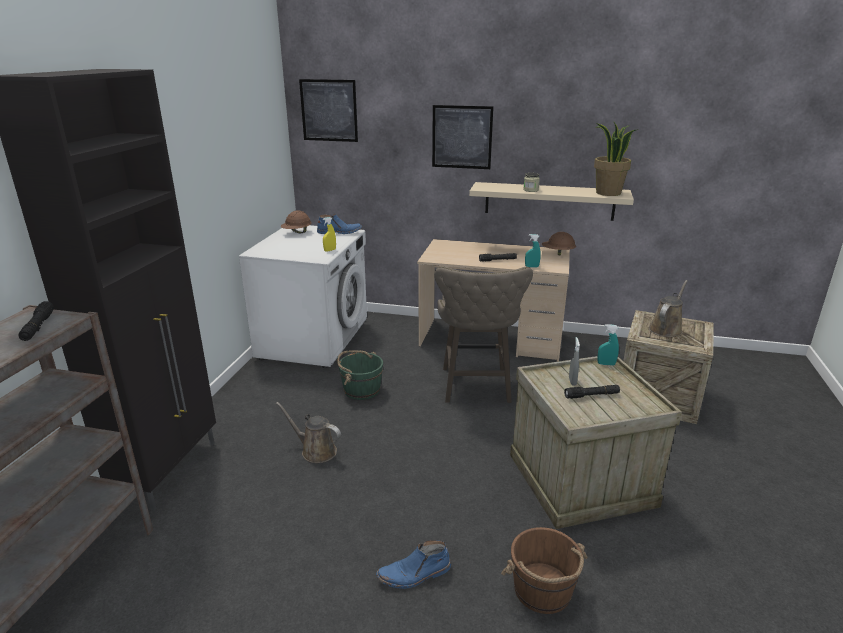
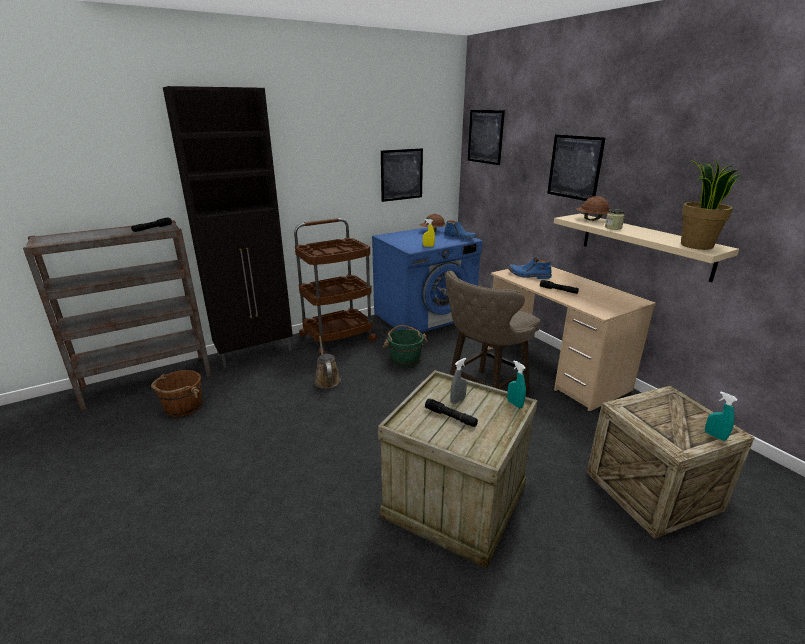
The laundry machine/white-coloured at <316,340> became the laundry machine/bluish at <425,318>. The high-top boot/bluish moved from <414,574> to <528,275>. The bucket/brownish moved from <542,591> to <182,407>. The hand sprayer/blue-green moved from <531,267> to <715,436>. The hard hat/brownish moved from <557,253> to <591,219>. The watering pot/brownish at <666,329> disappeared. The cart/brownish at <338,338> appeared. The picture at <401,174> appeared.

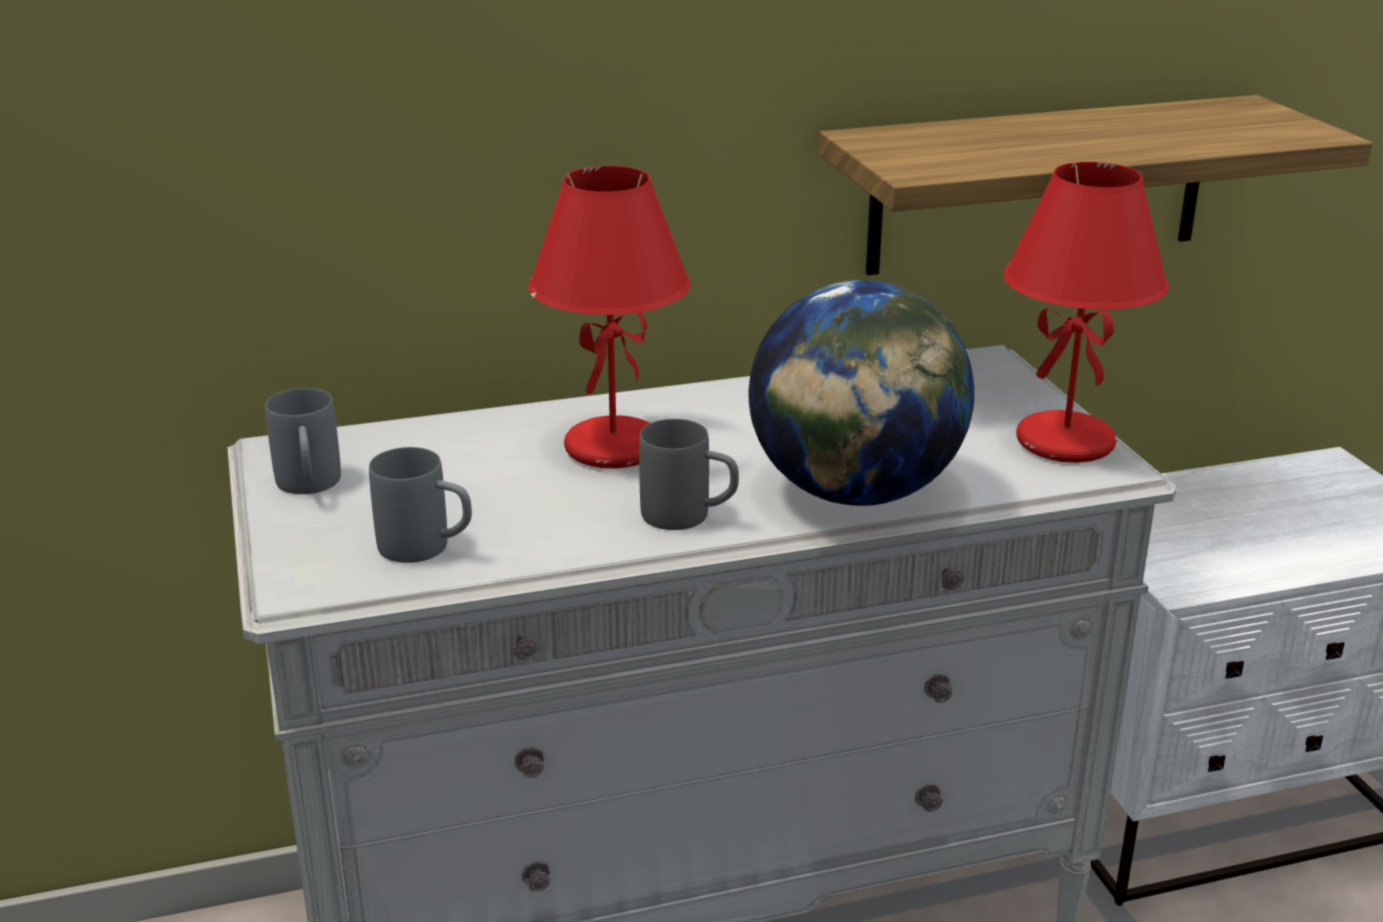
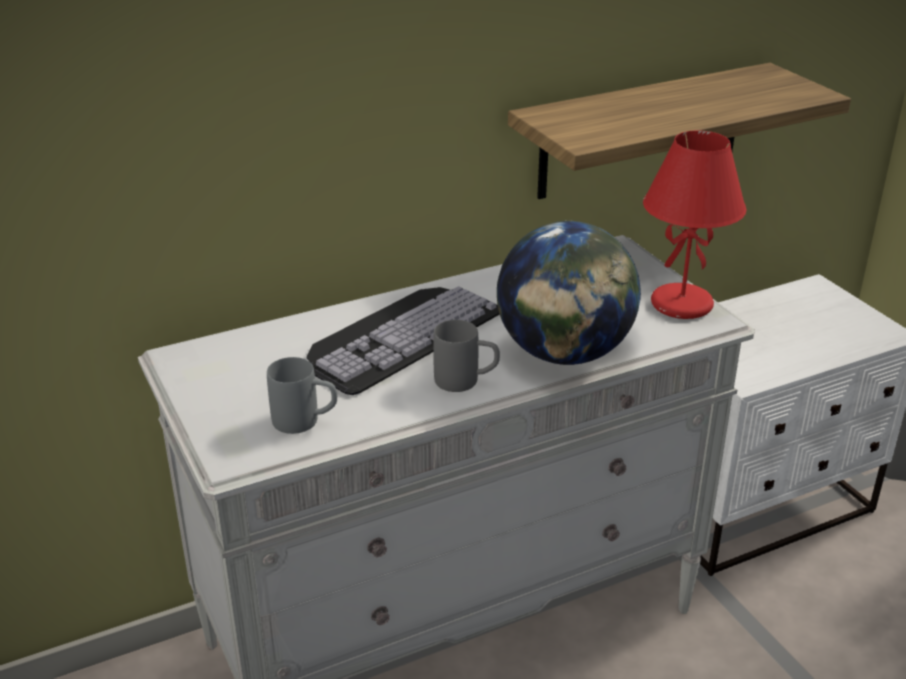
The coffee mug/greyish at <309,487> disappeared. The lamp for a table/red-coloured at <614,447> was replaced by the PC keyboard at <400,334>.

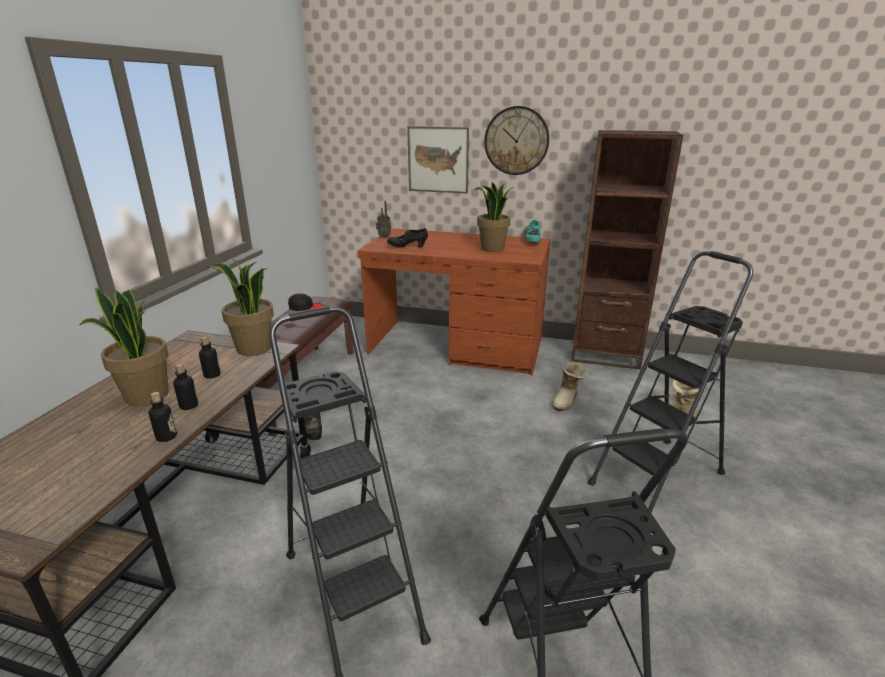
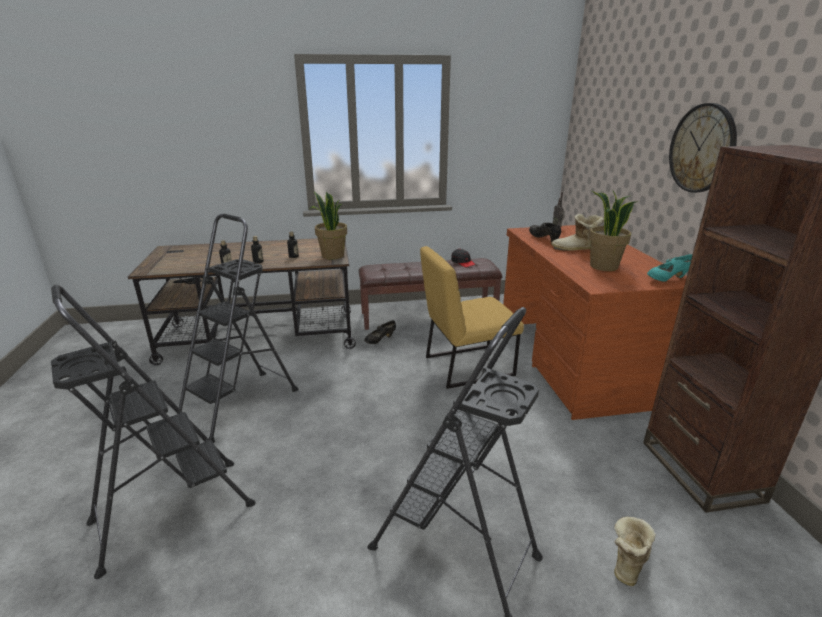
The houseplant at <146,396> disappeared. The picture at <438,160> disappeared. The high-top boot moved from <567,401> to <576,249>. The upright chair/yellow-coloured at <466,366> appeared.

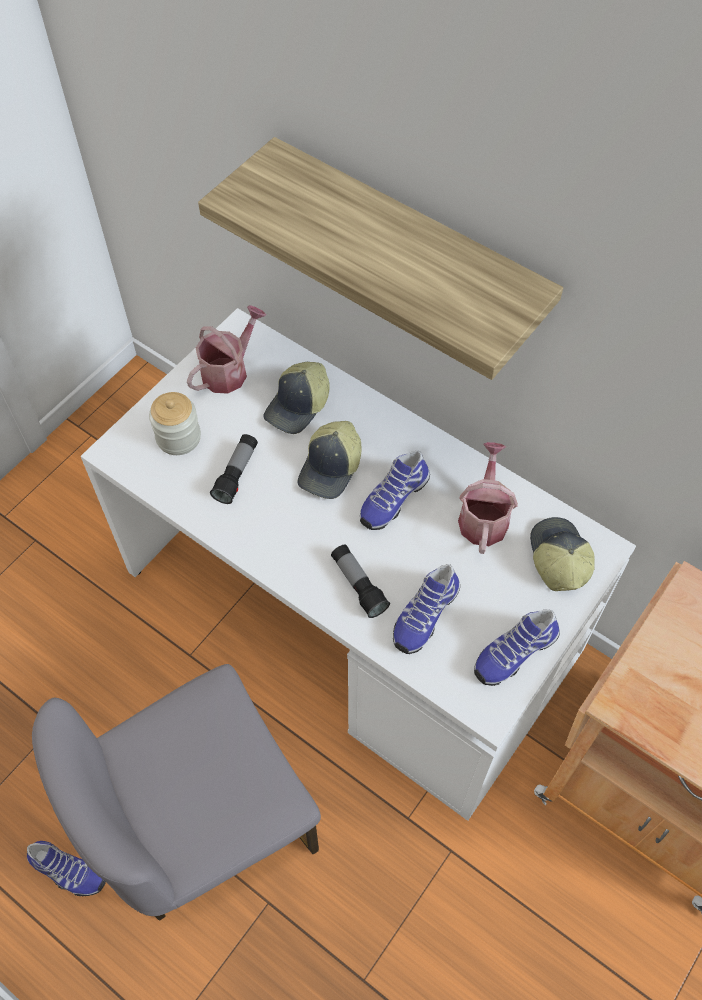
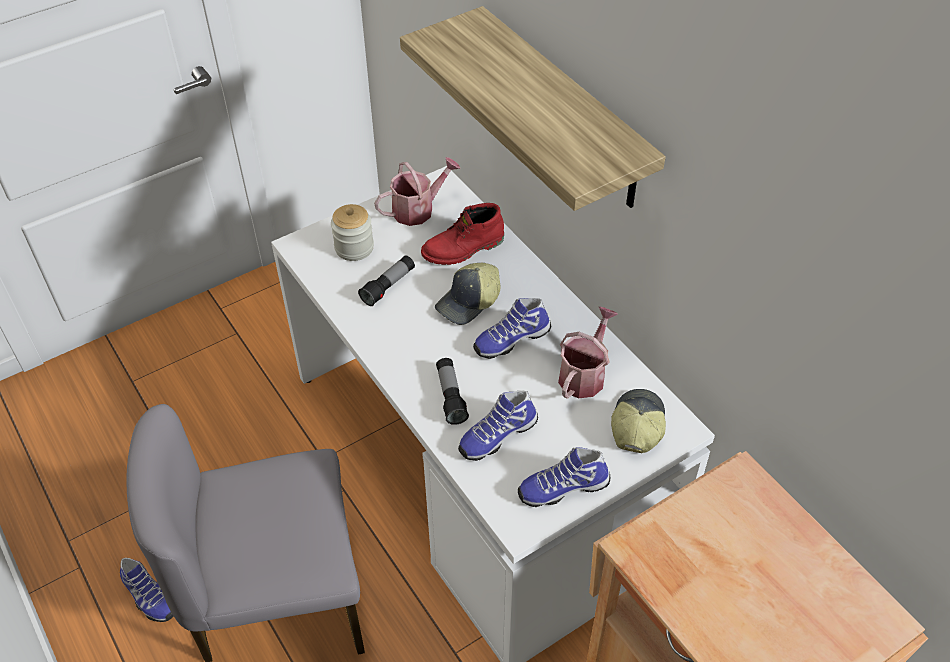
The peaked cap at <299,406> was replaced by the high-top boot/red-coloured at <463,249>.

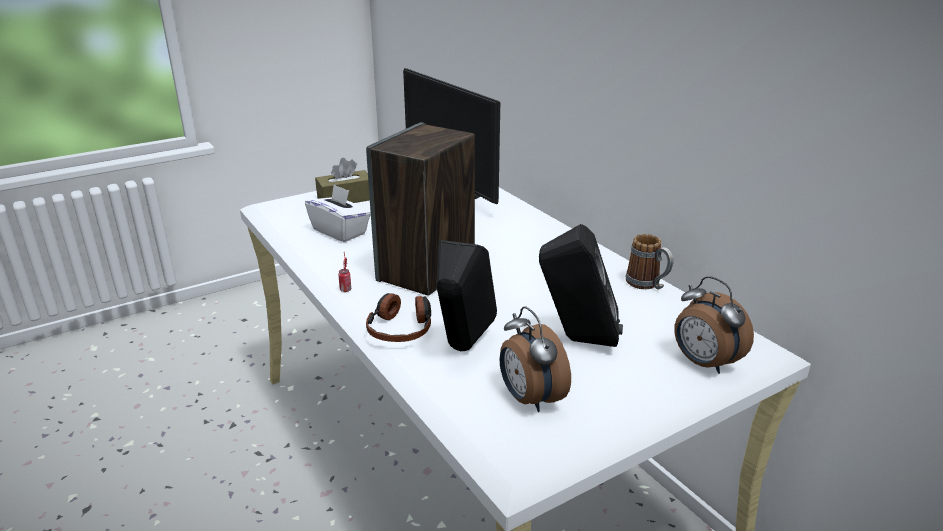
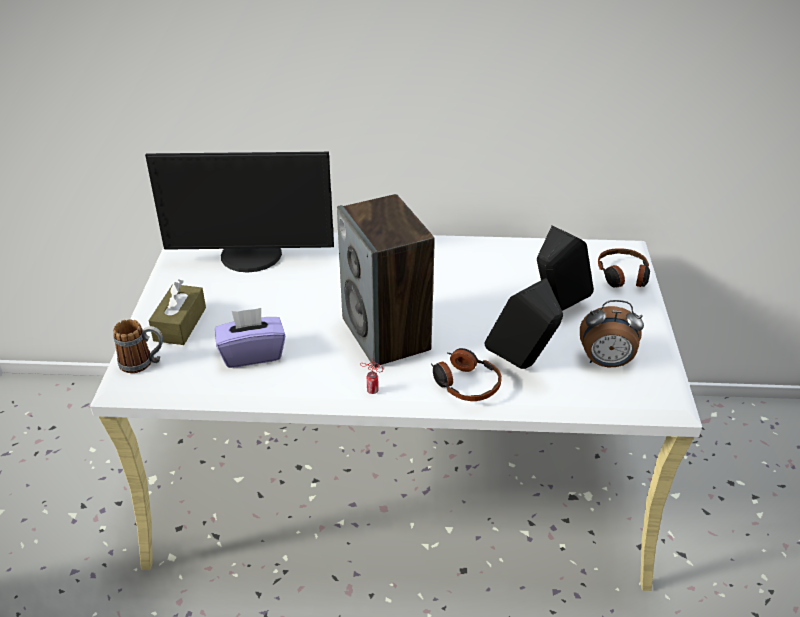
The box of tissues/white-coloured at <340,231> became the box of tissues/purple-coloured at <252,354>. The coffee mug moved from <647,285> to <143,363>. The alarm clock at <703,363> was replaced by the headset at <623,276>.

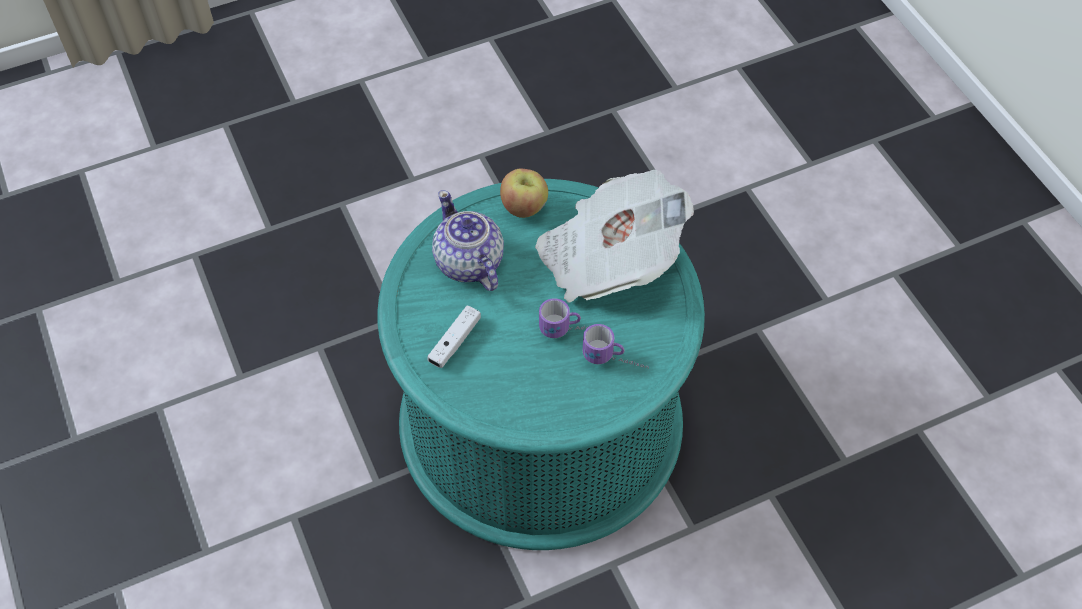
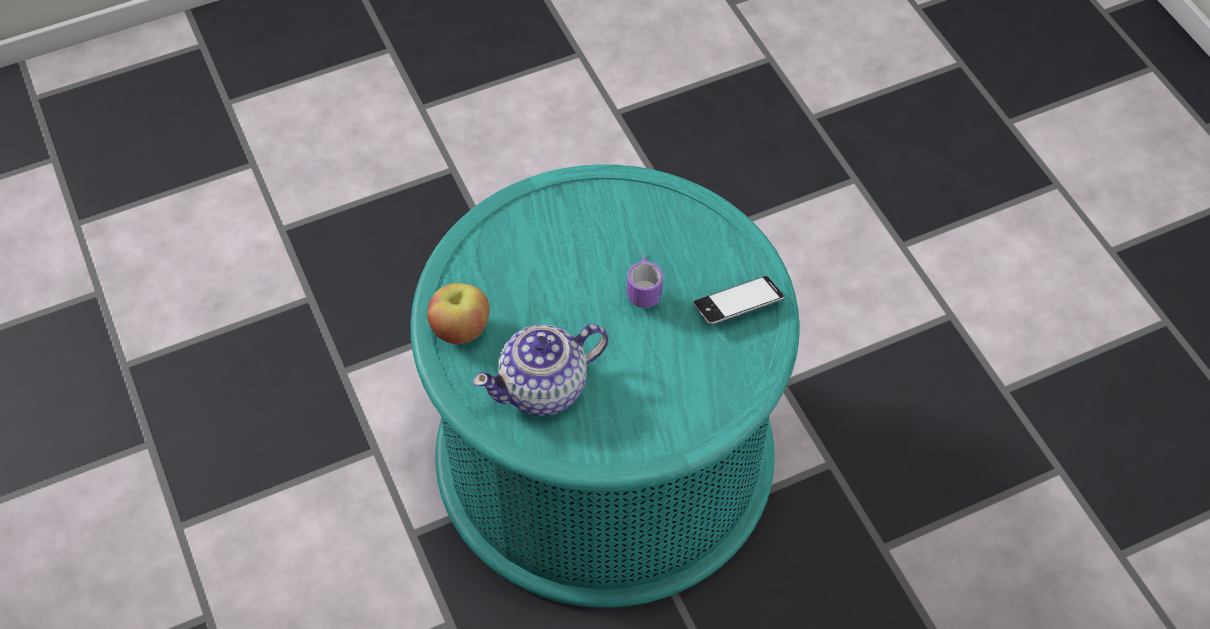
The joypad/white-coloured at <455,342> disappeared. The newspaper at <608,259> disappeared. The coffee mug at <615,361> disappeared. The handset at <738,305> appeared.

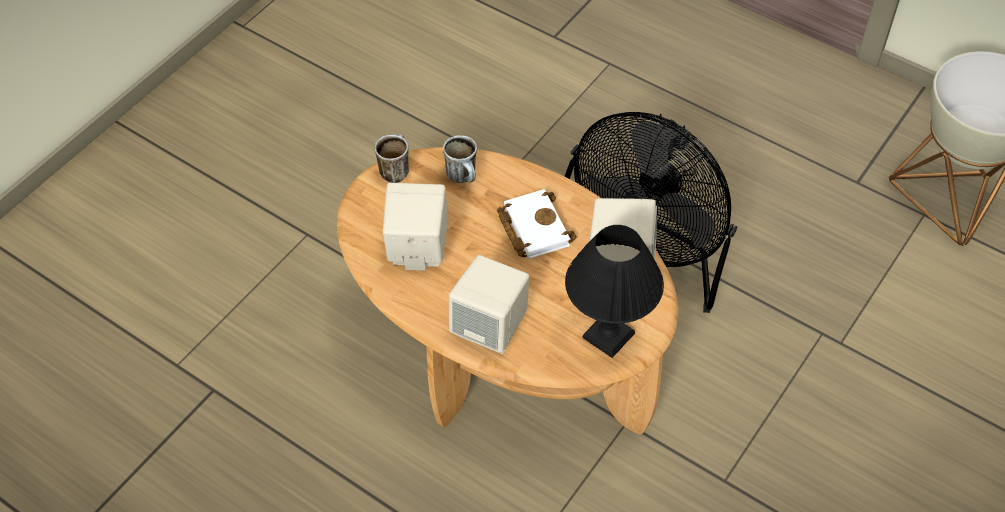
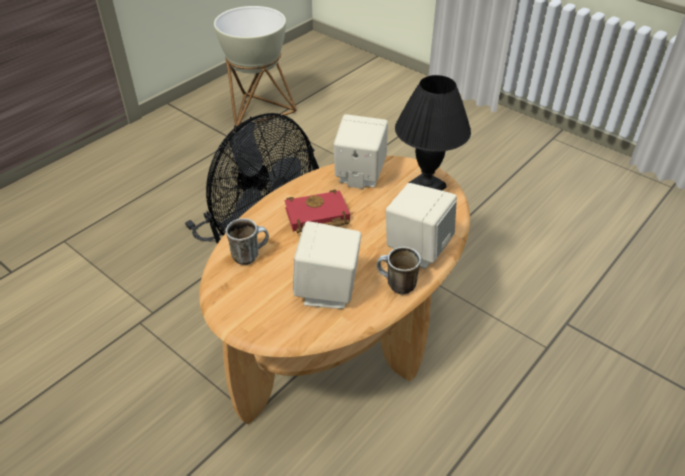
The coffee mug moved from <395,170> to <396,286>. The volume/white-coloured at <532,227> became the volume/red-coloured at <316,217>.

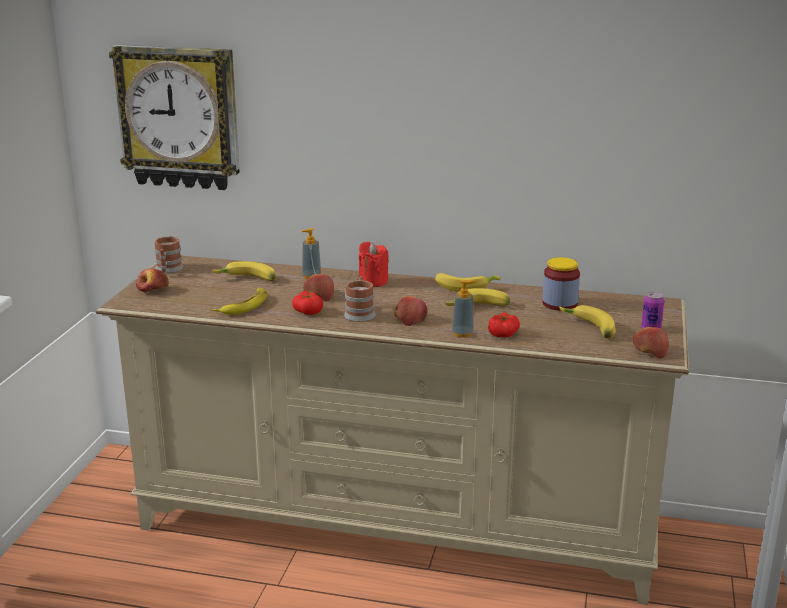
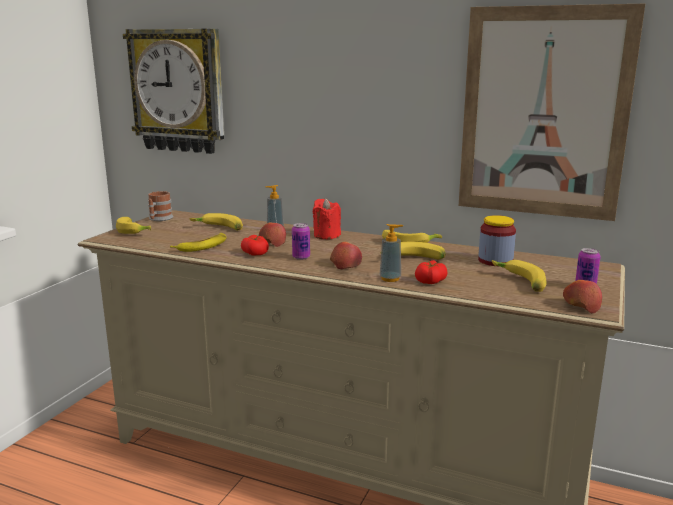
The whole apple at <153,290> was replaced by the banana fruit at <135,231>. The coffee mug at <360,313> was replaced by the sealed can at <301,257>. The picture at <543,113> appeared.

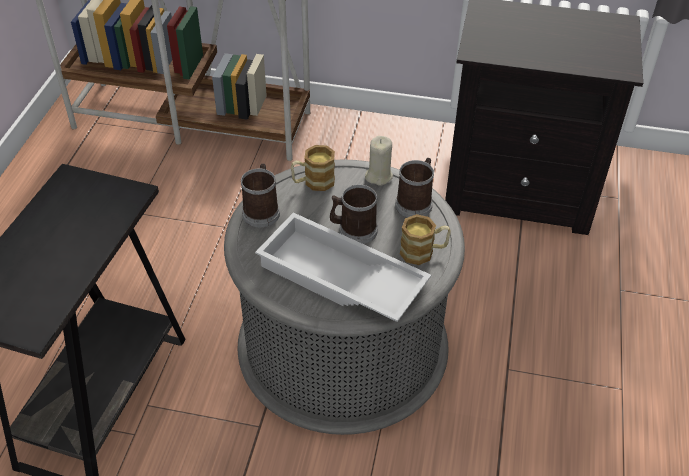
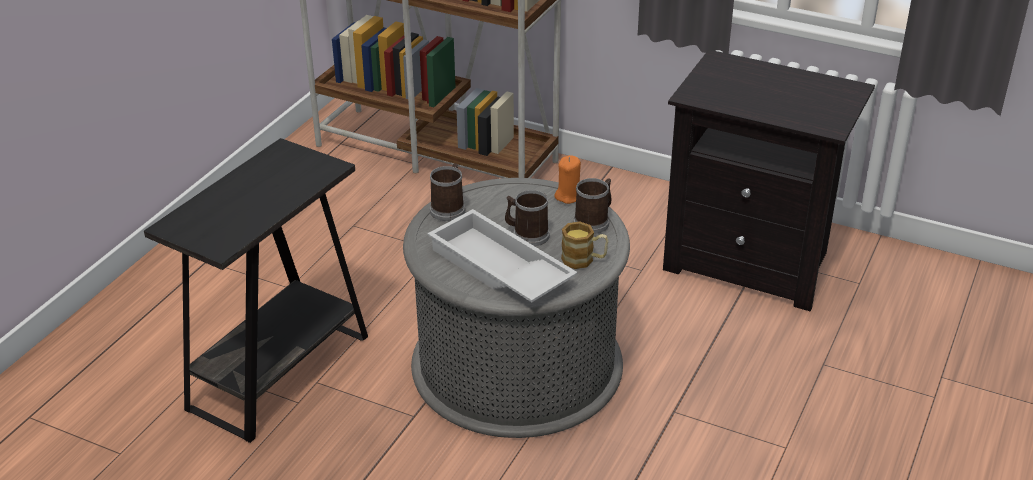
The coffee mug at <313,182> disappeared. The candle/beige at <378,176> became the candle/orange-coloured at <568,196>.

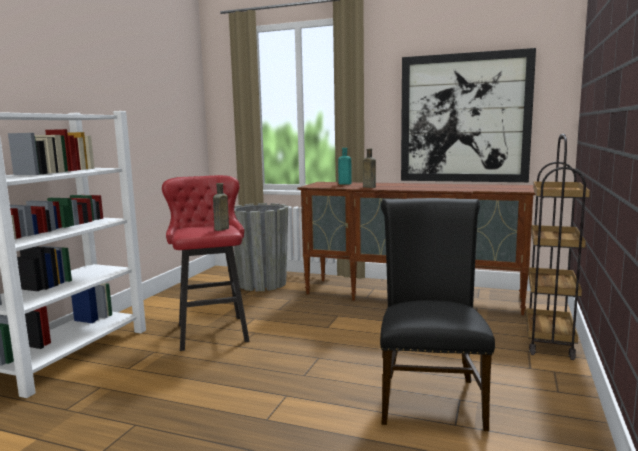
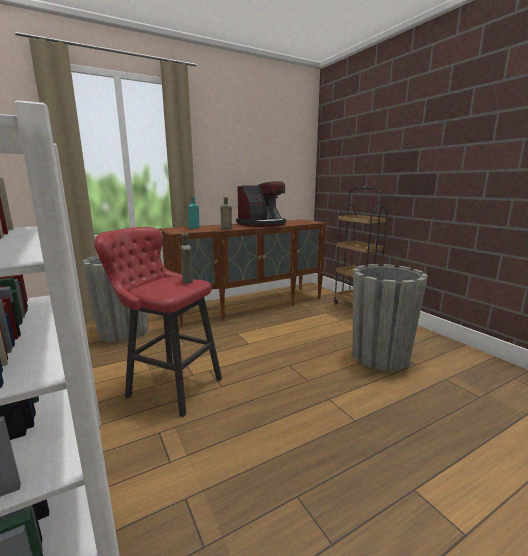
The upright chair/black at <430,396> was replaced by the flower pot/greyish at <380,356>. The picture at <464,118> disappeared. The coffee brewer at <262,224> appeared.

